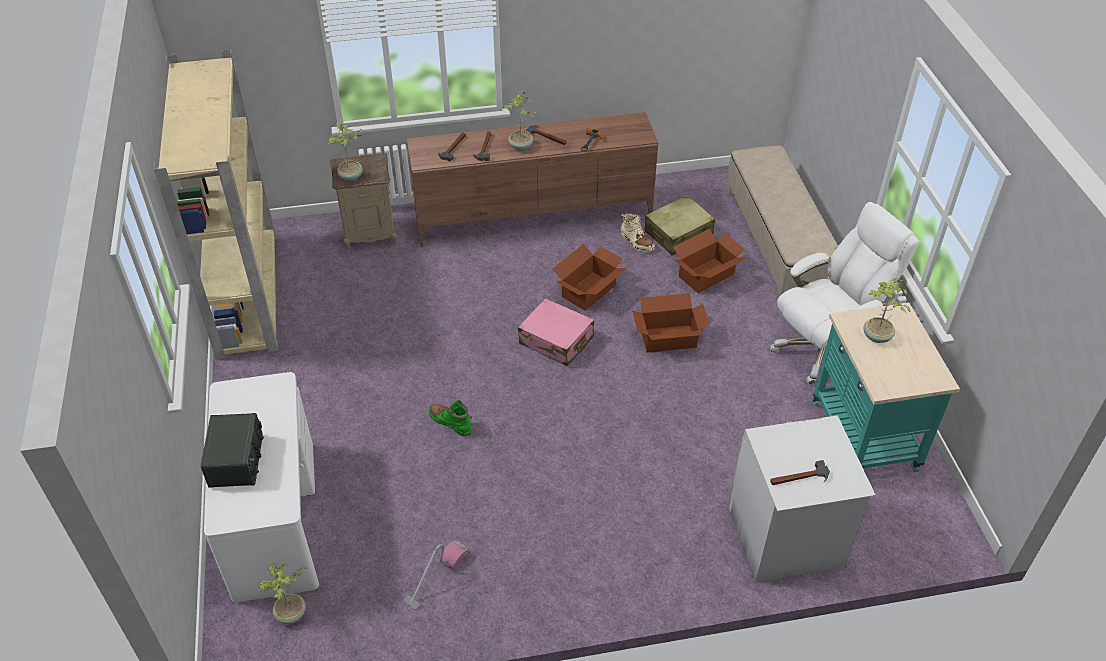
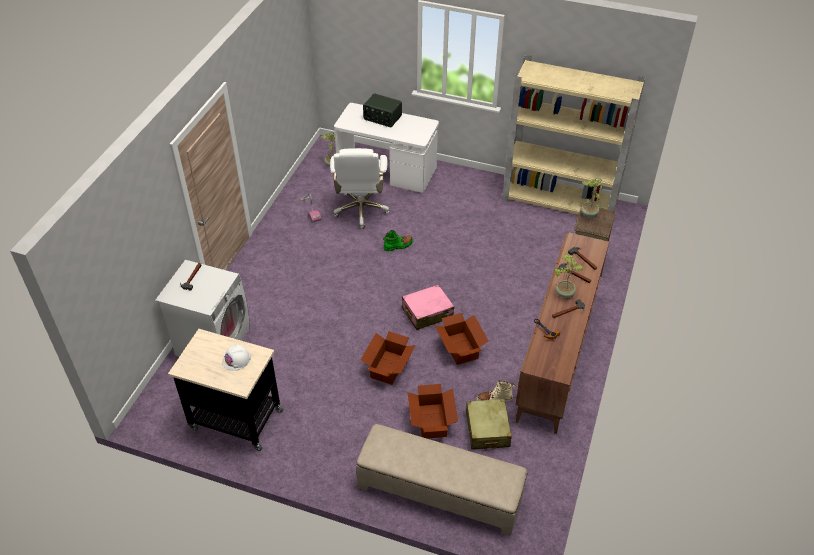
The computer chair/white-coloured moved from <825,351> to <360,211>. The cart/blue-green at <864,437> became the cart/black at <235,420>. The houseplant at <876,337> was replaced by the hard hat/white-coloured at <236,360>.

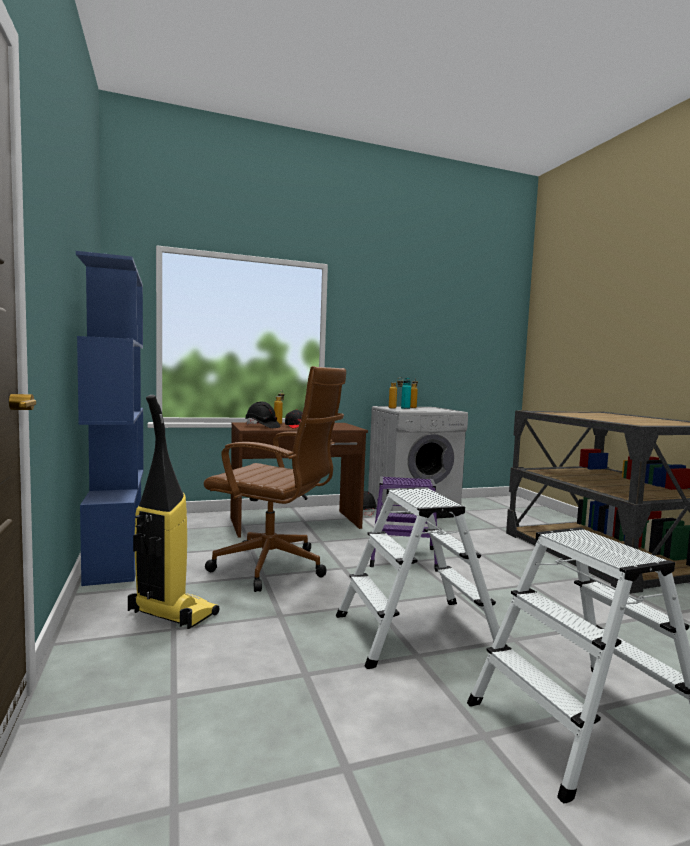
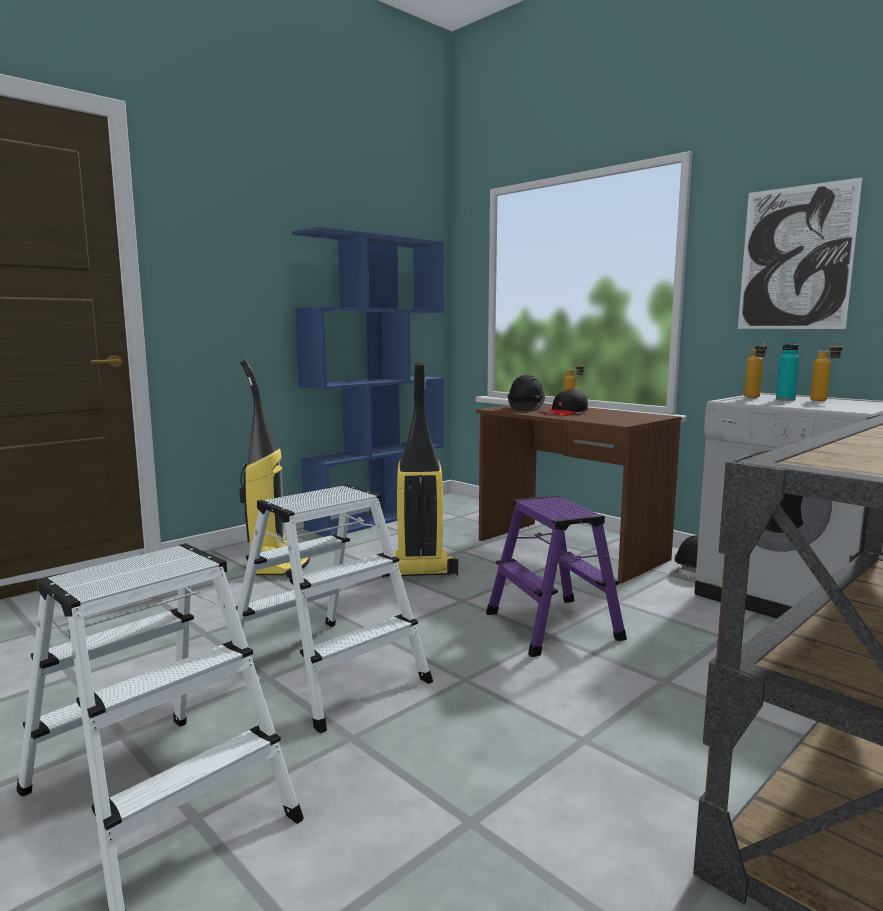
The computer chair/brownish at <275,568> was replaced by the vacuum cleaner at <418,572>. The picture at <795,258> appeared.

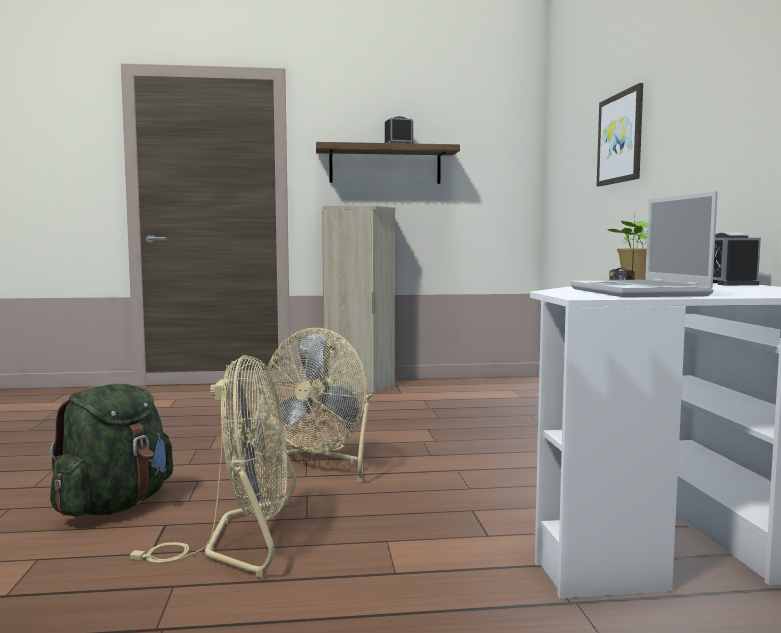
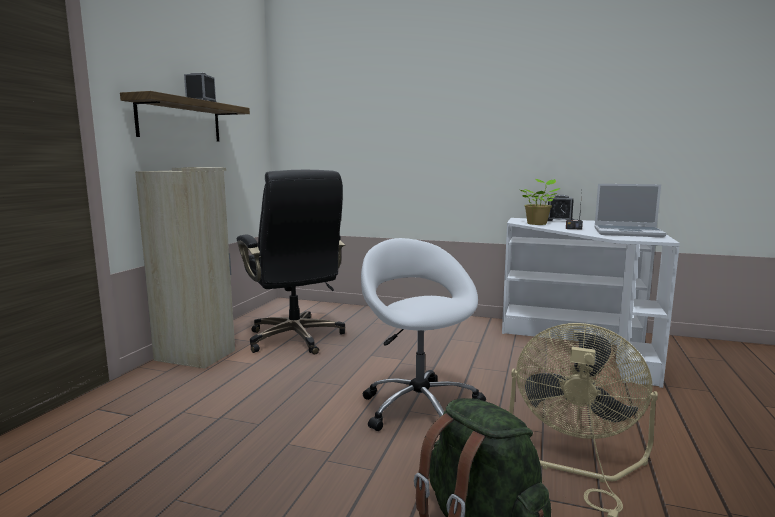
The cooling fan/beige at <319,462> was replaced by the computer chair/white-coloured at <419,406>. The picture at <621,138> disappeared. The computer chair/black at <294,337> appeared.

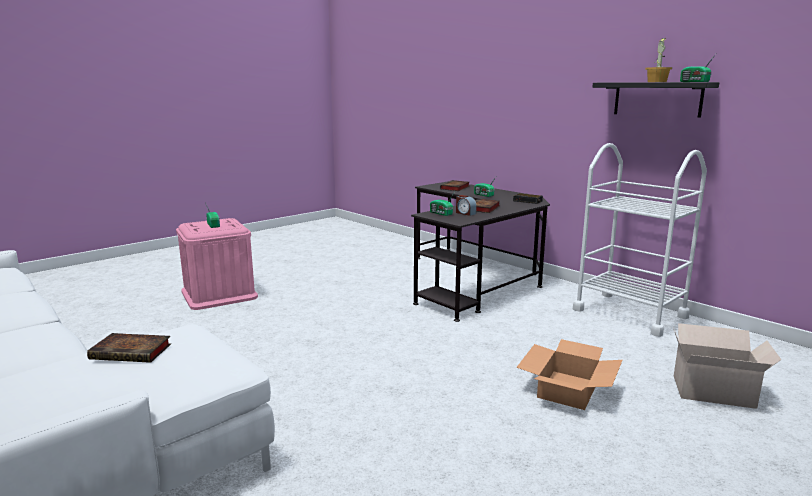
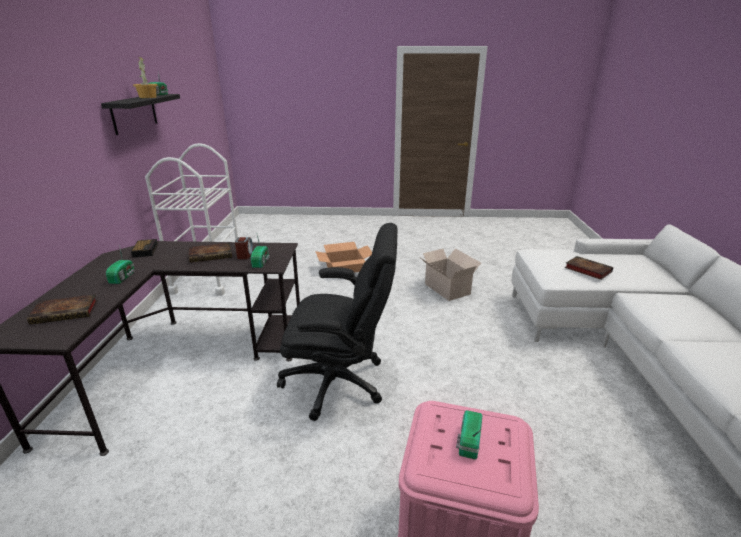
The cardboard box moved from <715,392> to <446,288>. The computer chair/black at <341,383> appeared.

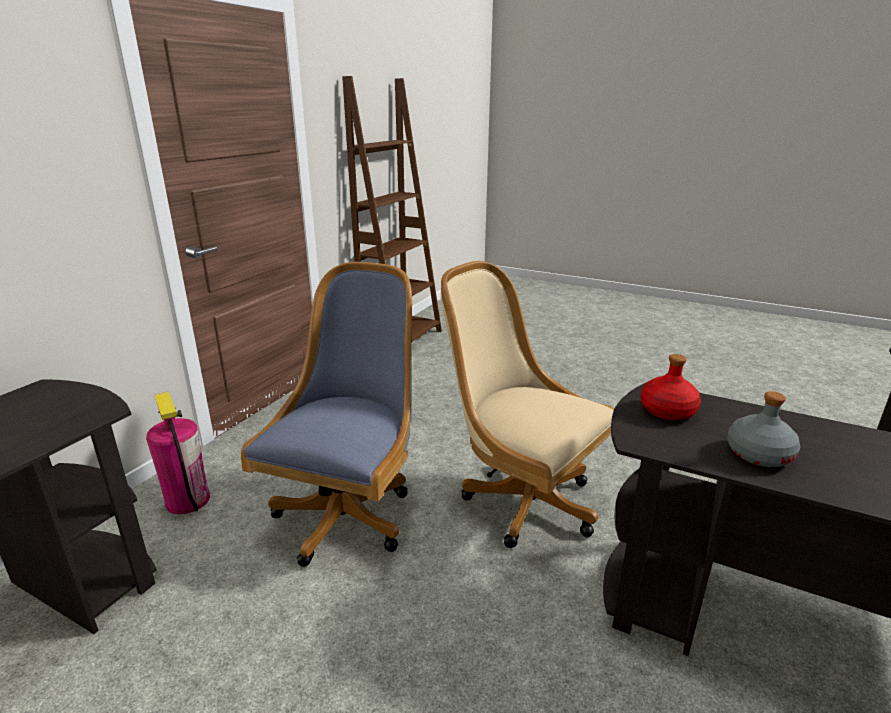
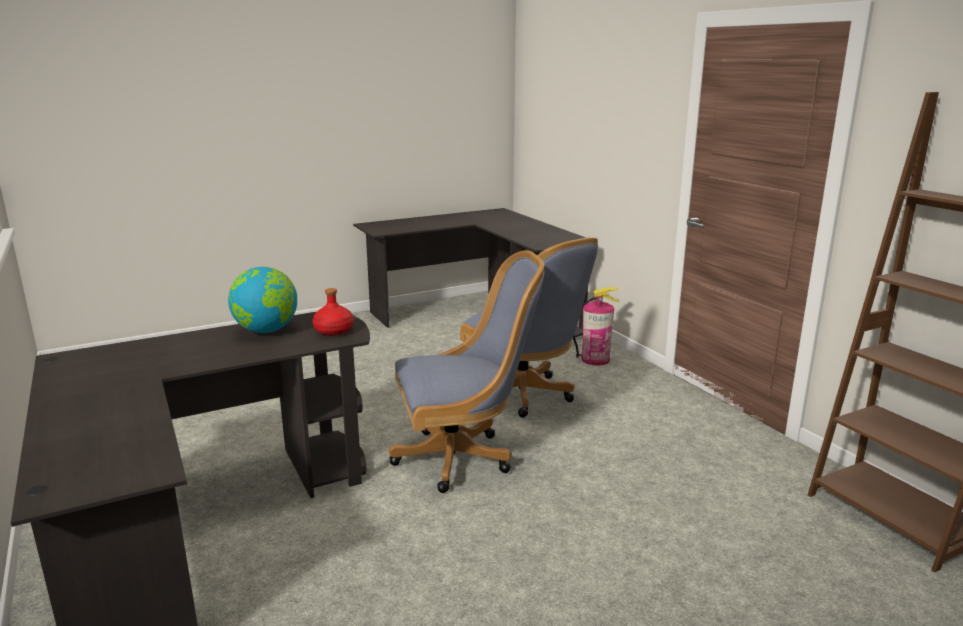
The computer chair/beige at <519,499> became the computer chair/bluish at <463,457>. The drink bottle/greyish at <758,454> was replaced by the desk globe at <266,330>.

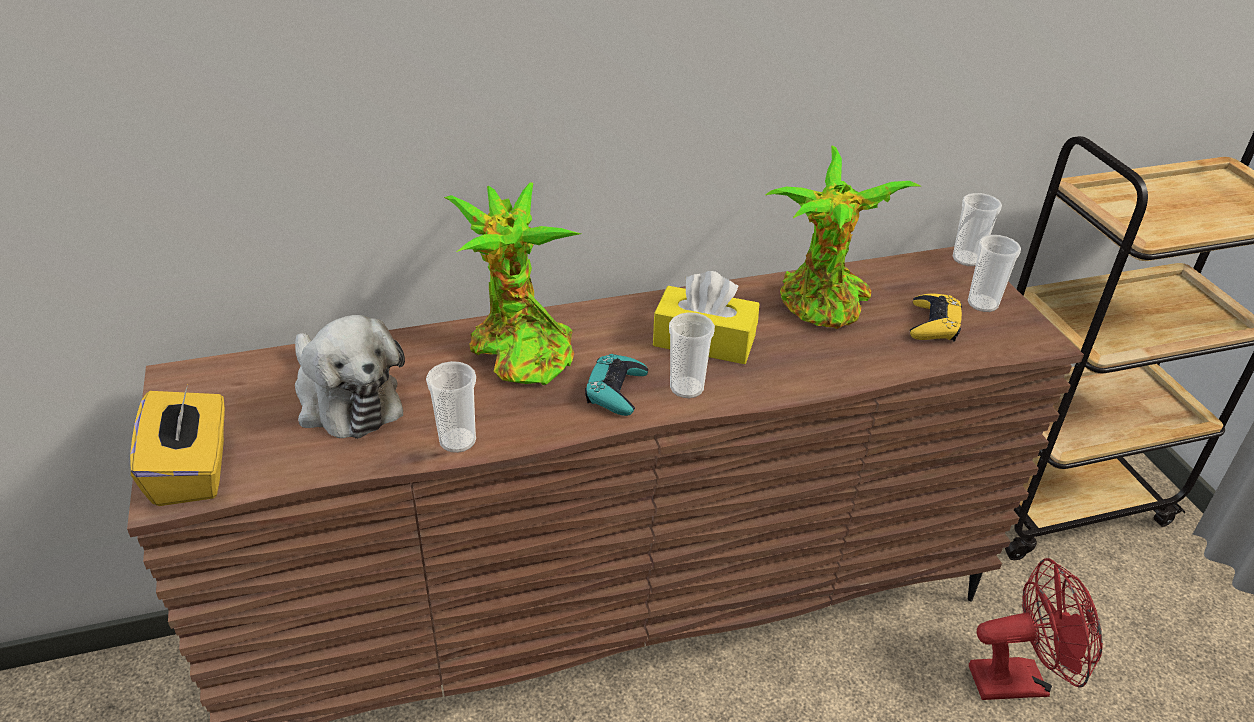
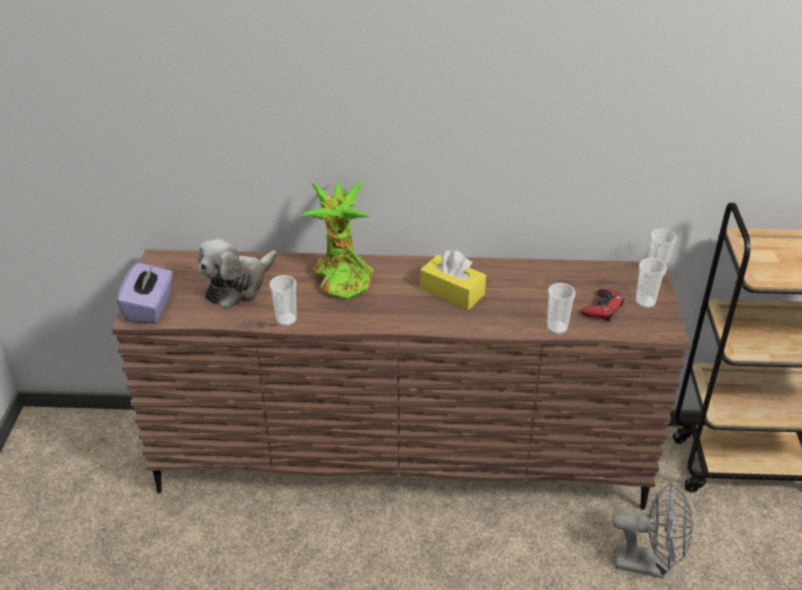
The box of tissues/yellow-coloured at <192,471> became the box of tissues/purple-coloured at <150,308>. The soft toy at <345,399> turned 60 degrees clockwise. The joypad/blue-green at <616,391> disappeared. The drinking cup moved from <686,388> to <557,328>. The houseplant at <822,307> disappeared. The joypad/yellow-coloured at <933,324> became the joypad/red-coloured at <603,308>. The cooling fan/red-coloured at <1019,680> became the cooling fan/greyish at <649,564>.

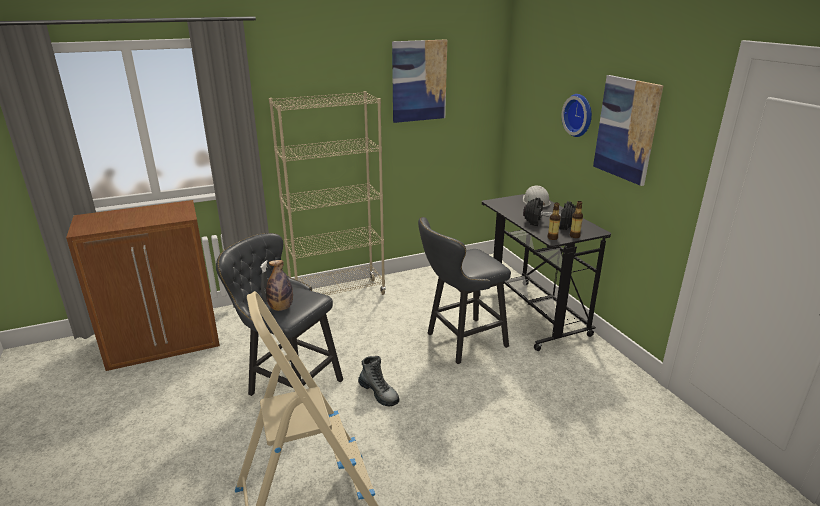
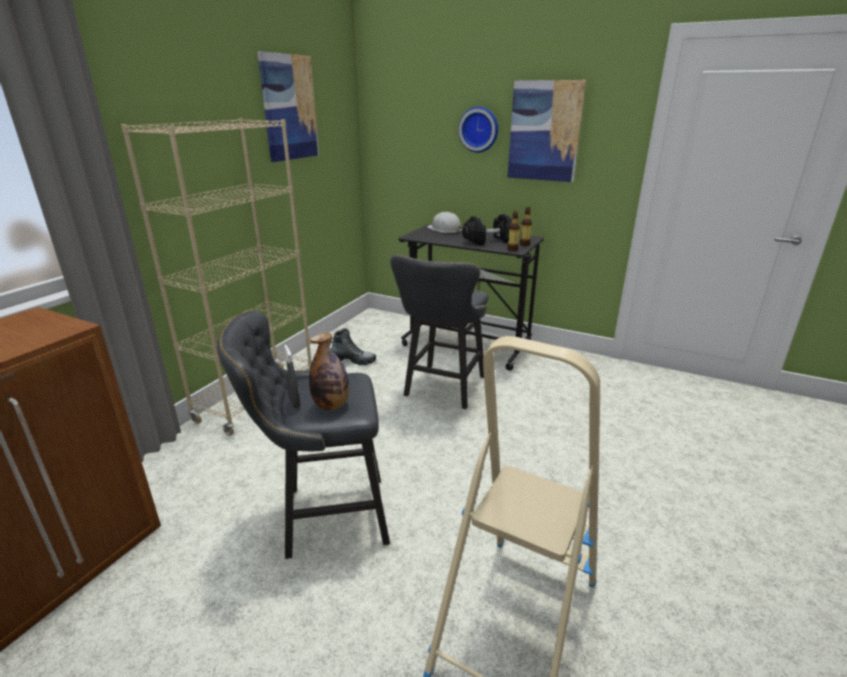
The high-top boot moved from <379,393> to <352,360>.

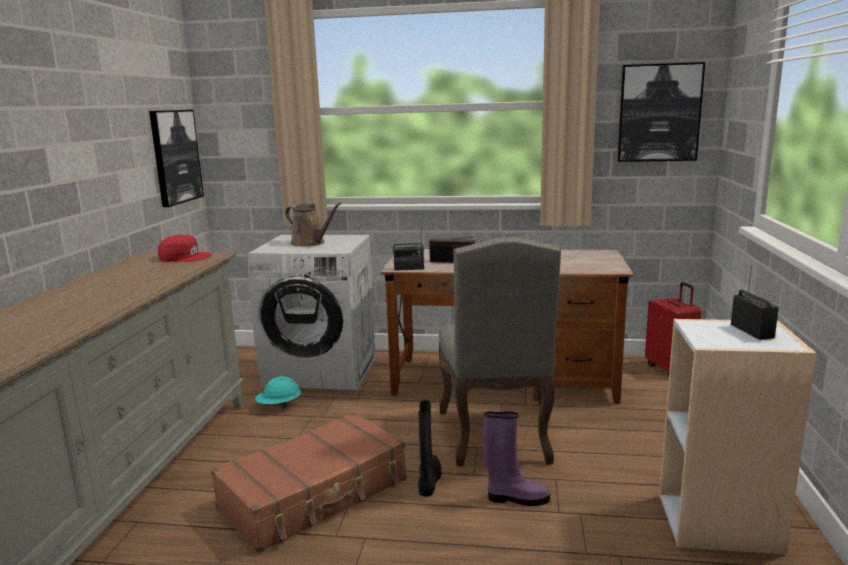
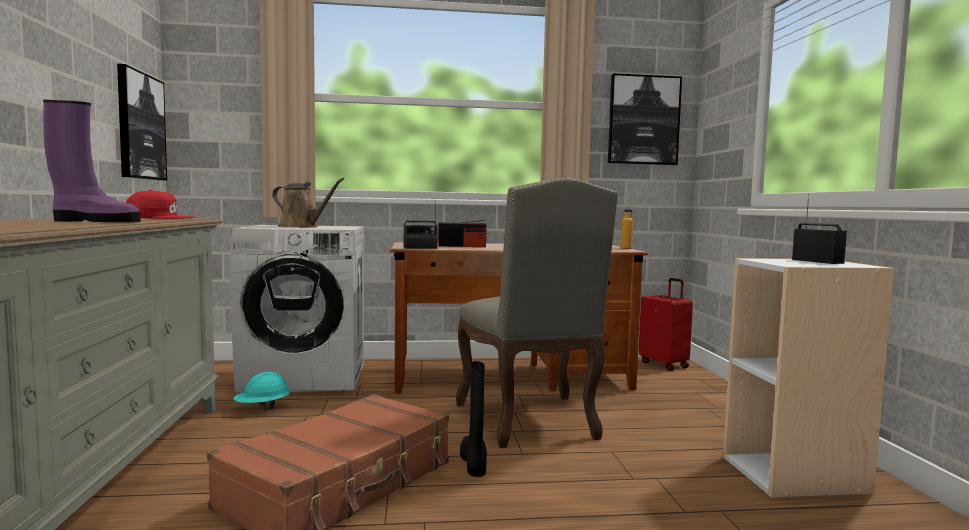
The high-top boot/purple-coloured moved from <516,498> to <94,221>. The drink bottle at <626,248> appeared.

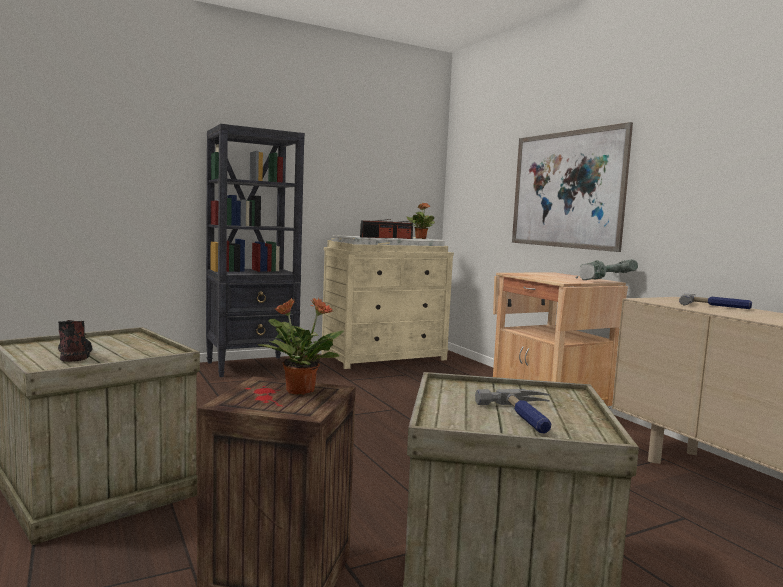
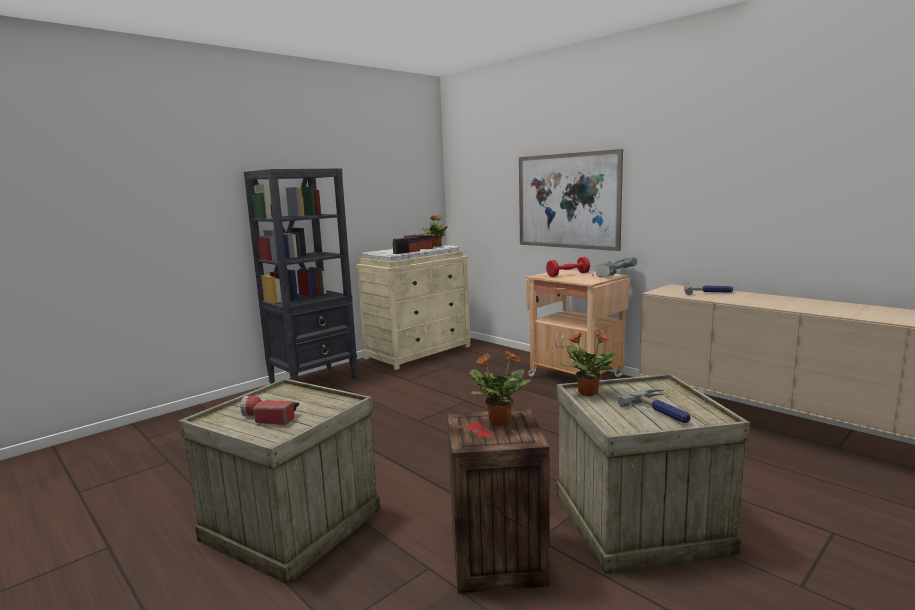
The high-top boot/black at <74,353> was replaced by the hand torch at <268,418>. The free weight/red-coloured at <568,274> appeared. The houseplant at <587,392> appeared.

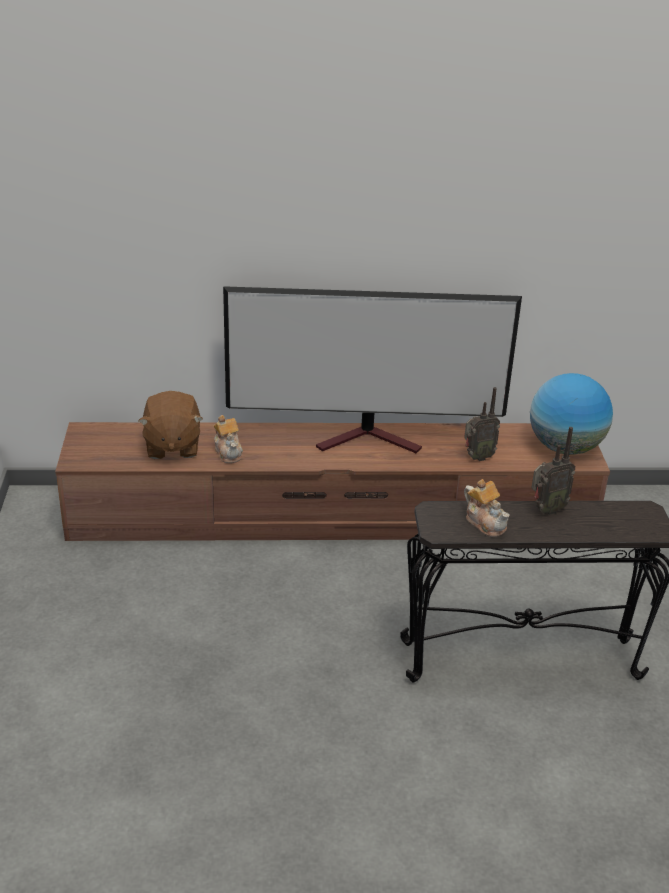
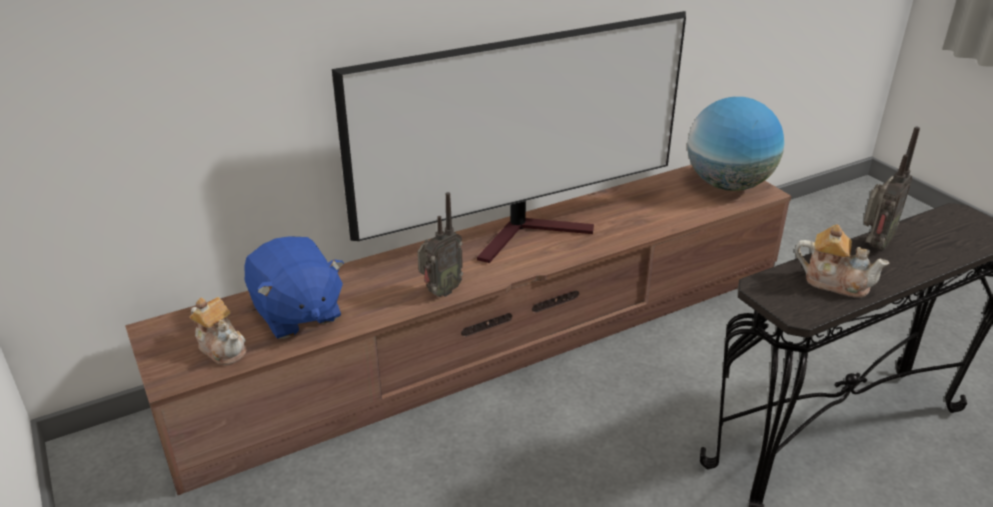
The soft toy/brownish at <172,446> became the soft toy/bluish at <296,314>. The teapot moved from <228,452> to <222,348>. The radio moved from <477,457> to <440,292>.

